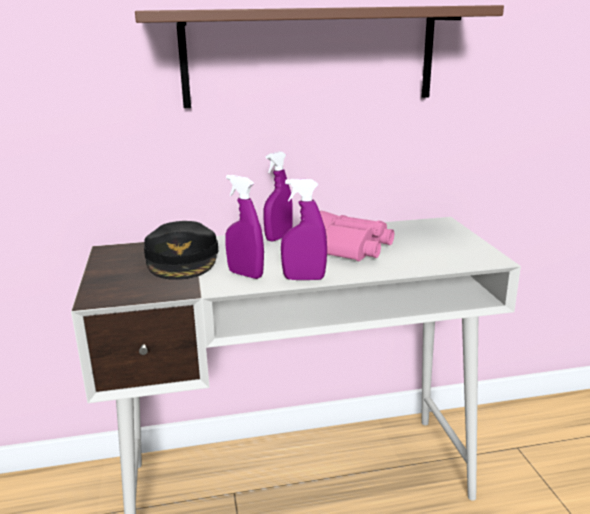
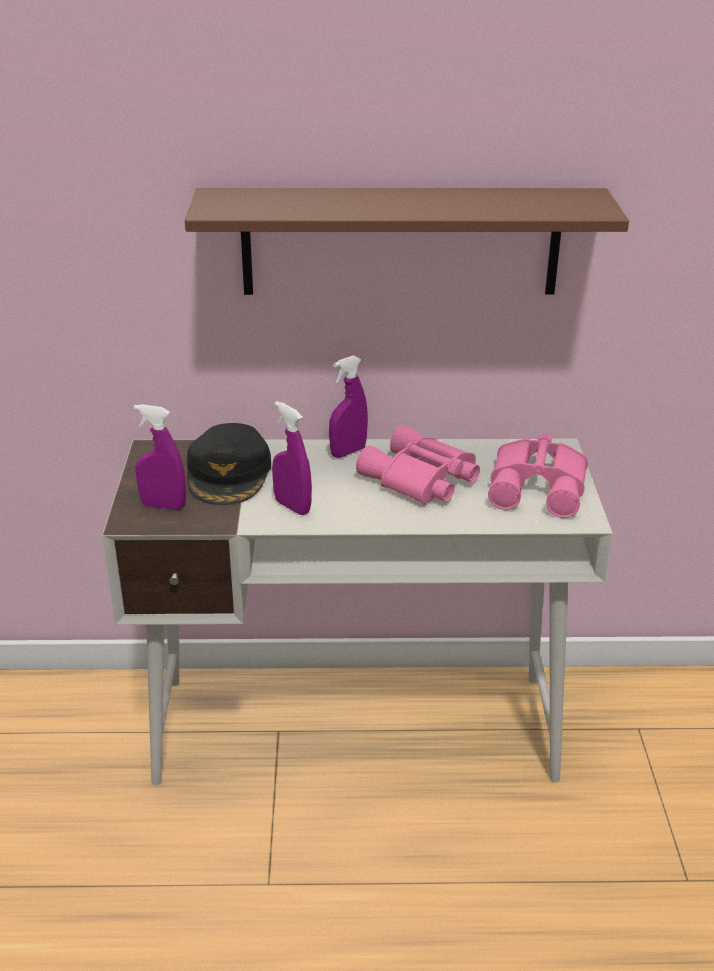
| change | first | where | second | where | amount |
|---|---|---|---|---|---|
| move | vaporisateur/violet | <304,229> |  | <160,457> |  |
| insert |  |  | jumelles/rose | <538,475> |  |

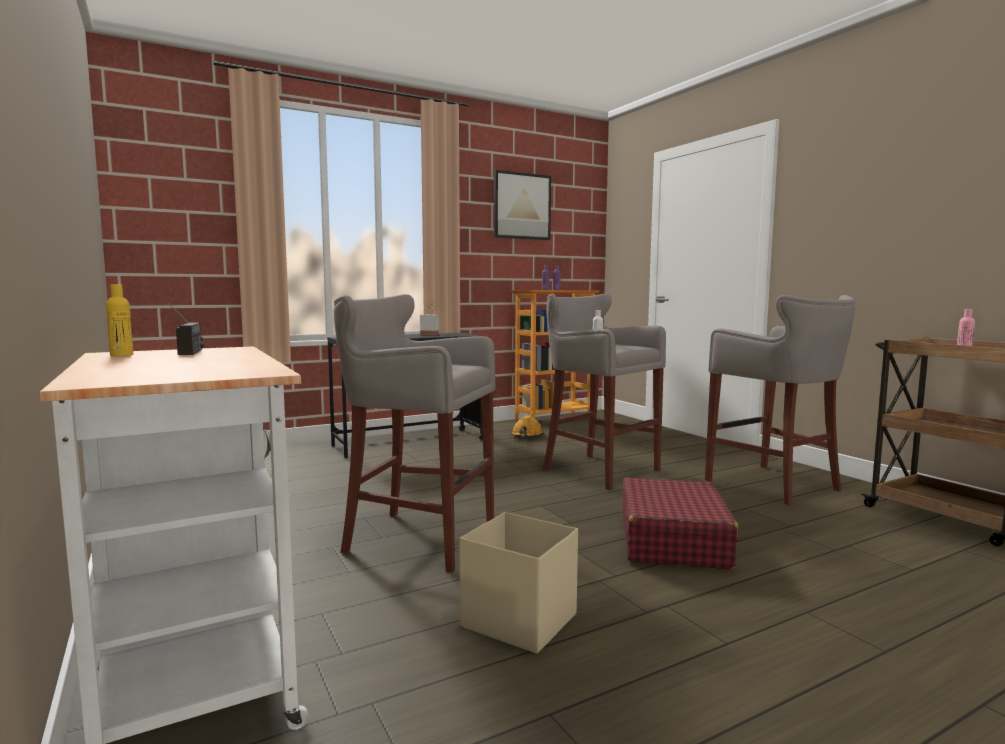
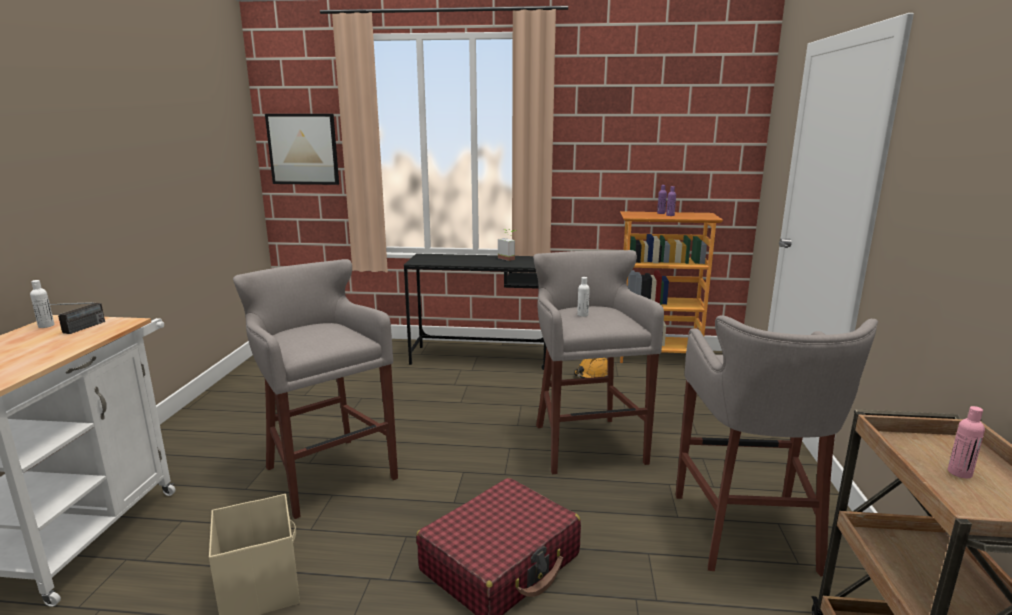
| change | first | where | second | where | amount |
|---|---|---|---|---|---|
| move | tableau | <522,205> |  | <302,149> |  |
| recolor | bouteille/jaune | <119,320> | bouteille/blanc | <42,304> |  |

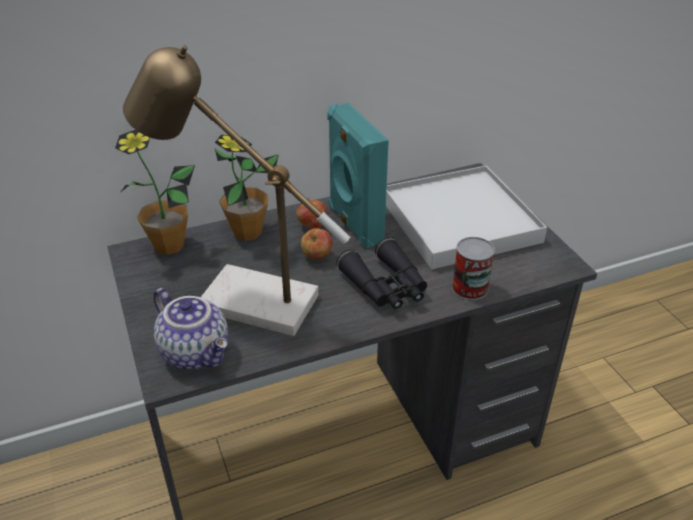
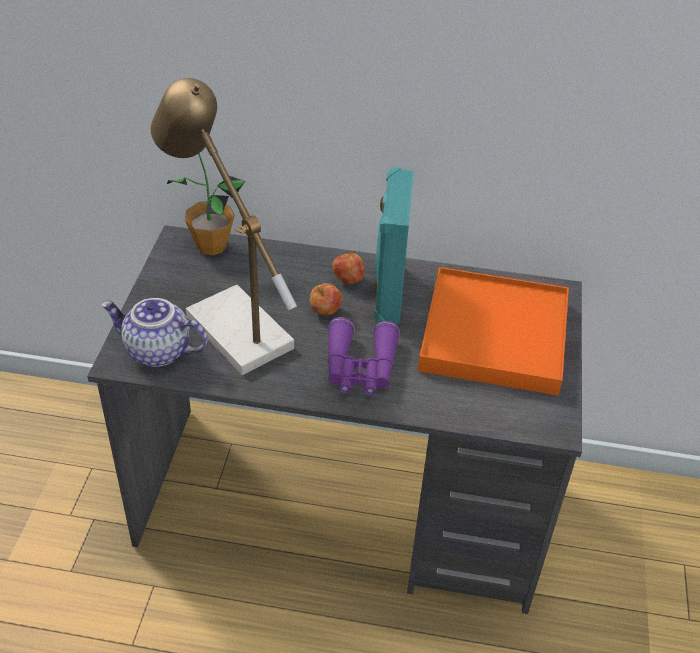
| change | first | where | second | where | amount |
|---|---|---|---|---|---|
| delete | plante en pot | <247,188> |  |  |  |
| recolor | plateau/blanc | <466,217> | plateau/orange | <493,331> |  |
| recolor | jumelles/noir | <381,273> | jumelles/violet | <364,356> |  |
| delete | boîte métallique | <473,268> |  |  |  |
| rotate | théière | <191,328> |  | <154,332> | 120 degrees clockwise |

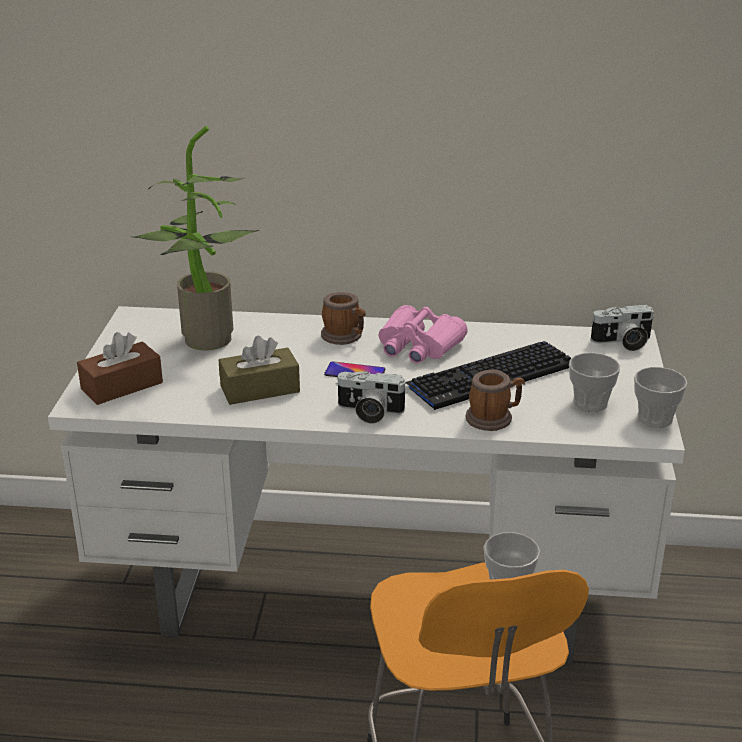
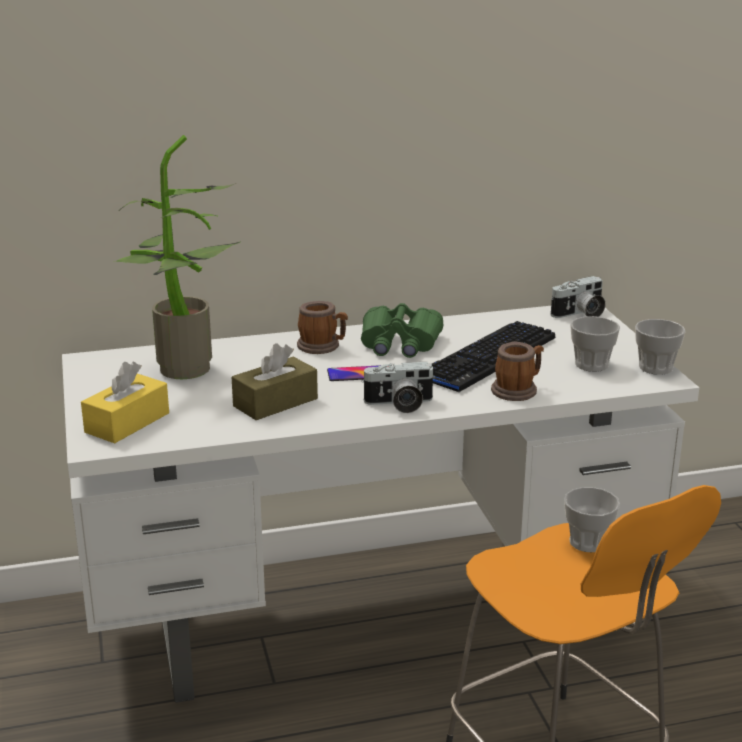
| change | first | where | second | where | amount |
|---|---|---|---|---|---|
| recolor | jumelles/rose | <423,334> | jumelles/vert | <402,330> |  |
| recolor | boîte à mouchoirs/marron | <120,368> | boîte à mouchoirs/jaune | <125,402> |  |

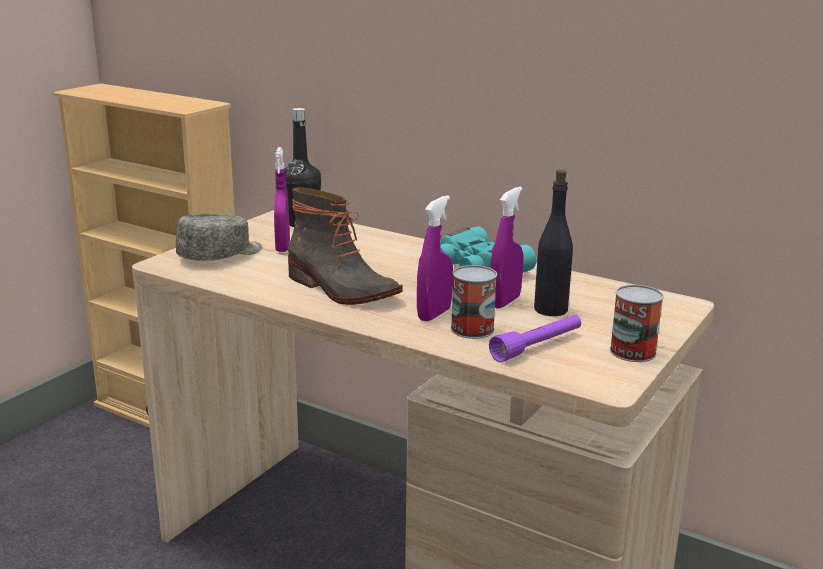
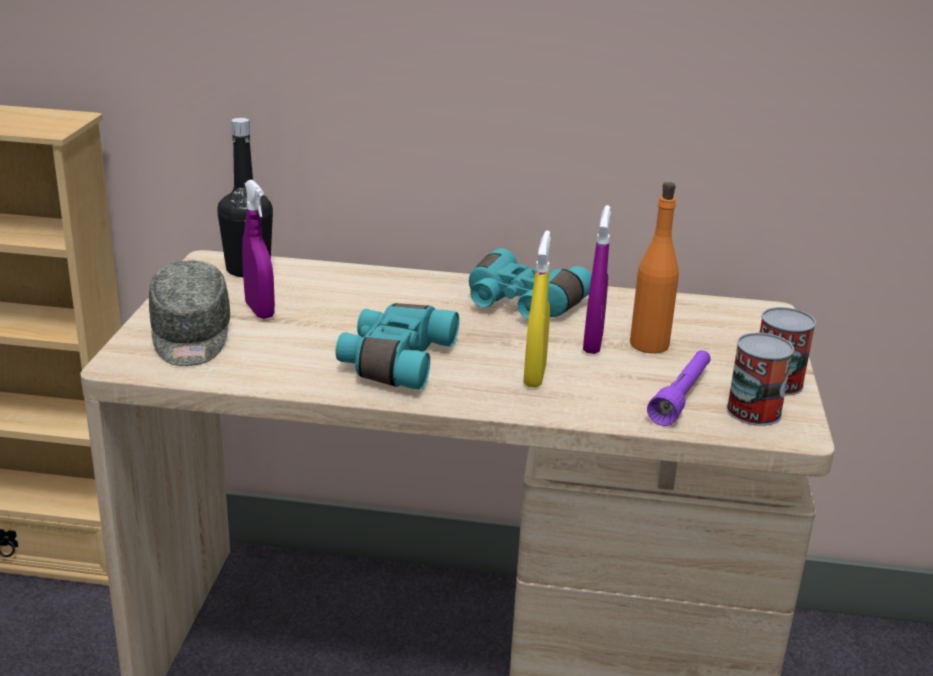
| change | first | where | second | where | amount |
|---|---|---|---|---|---|
| recolor | bouteille/noir | <553,242> | bouteille/orange | <654,267> |  |
| replace | botte | <345,246> | jumelles/turquoise | <397,346> |  |
| recolor | vaporisateur/violet | <435,258> | vaporisateur/jaune | <537,309> |  |
| rotate | casquette/gris | <219,237> |  | <189,313> | 150 degrees clockwise |
| move | boîte métallique | <474,302> |  | <760,379> |  |

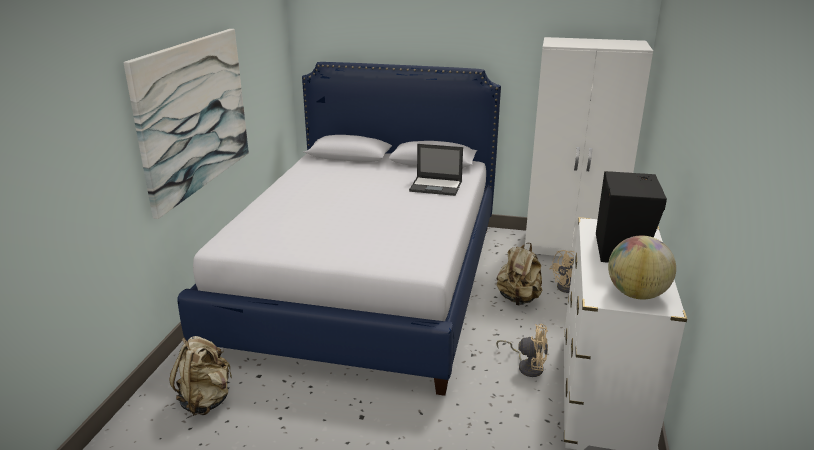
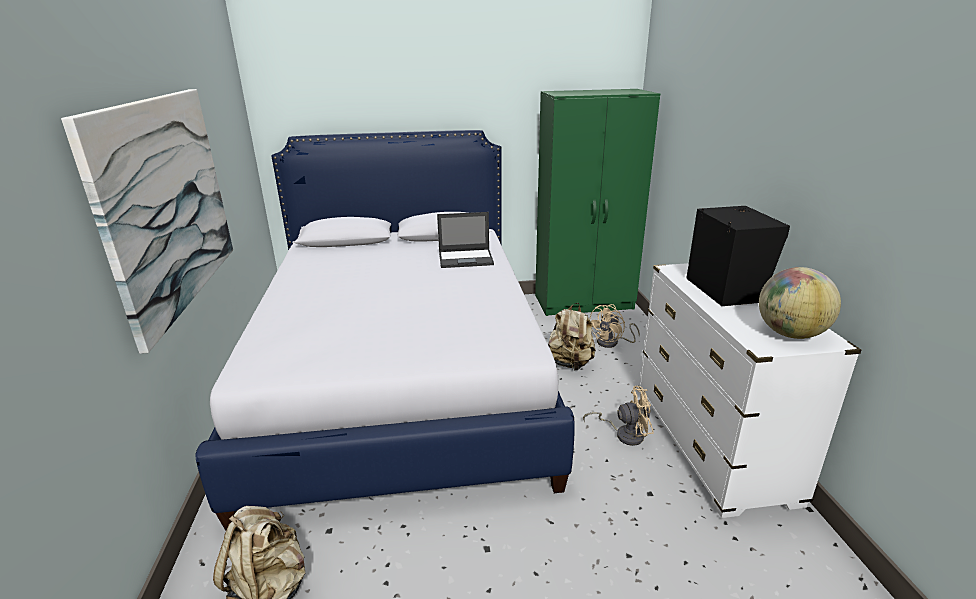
| change | first | where | second | where | amount |
|---|---|---|---|---|---|
| recolor | armoire/blanc | <589,147> | armoire/vert | <597,202> |  |

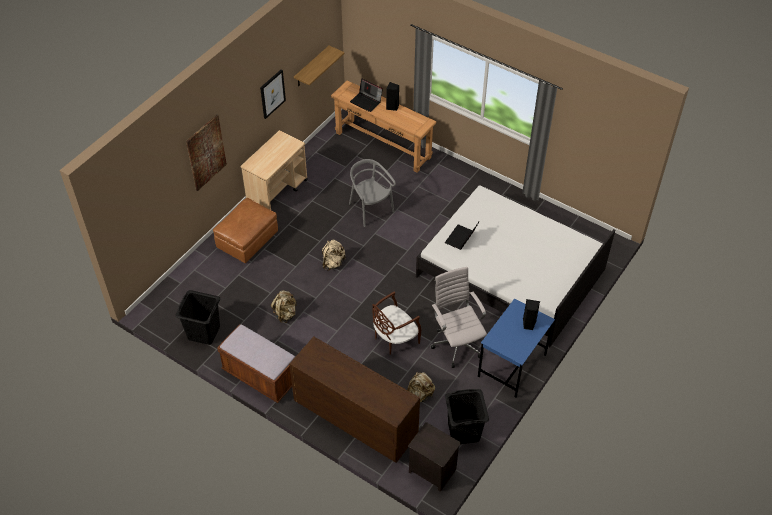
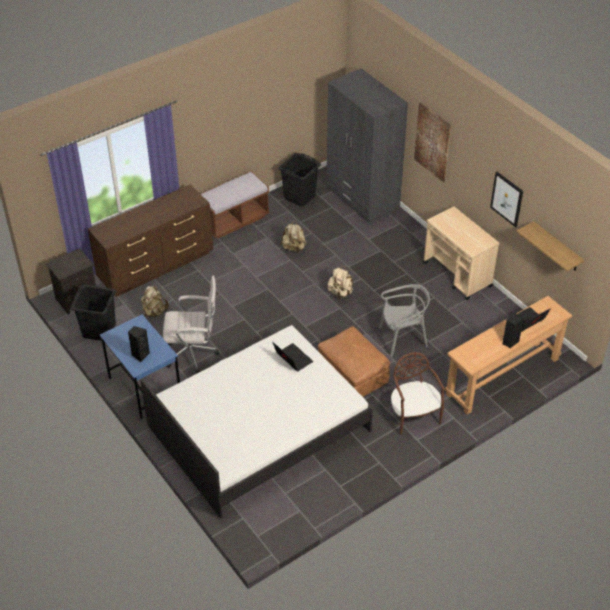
| change | first | where | second | where | amount |
|---|---|---|---|---|---|
| move | pouf/marron | <245,230> |  | <354,361> |  |
| move | chaise/marron | <396,323> |  | <418,393> |  |
| insert |  |  | armoire/gris | <367,146> |  |

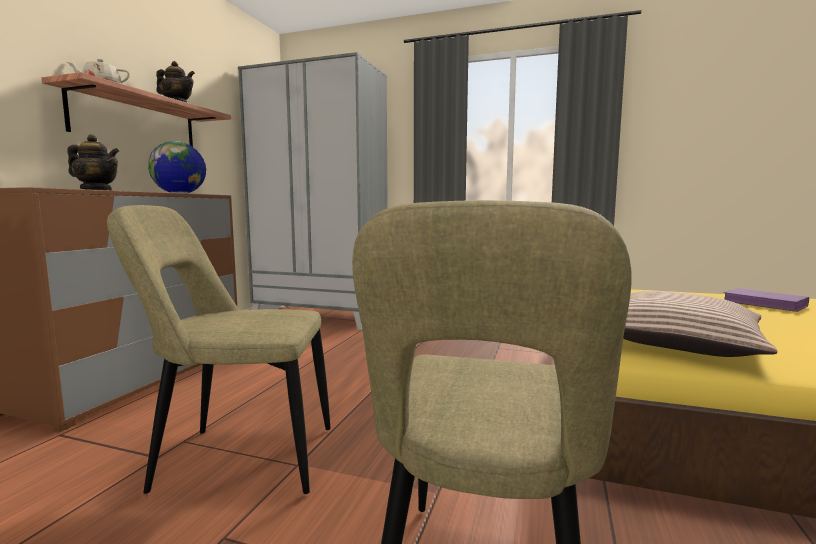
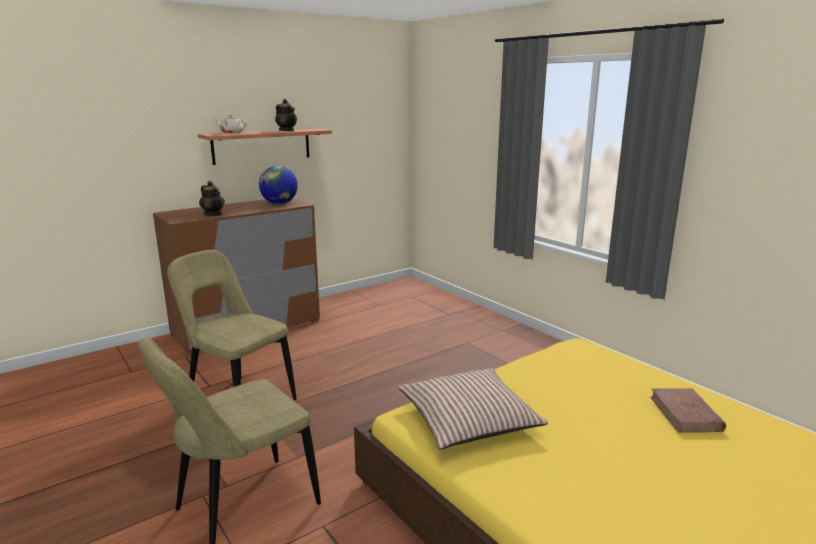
| change | first | where | second | where | amount |
|---|---|---|---|---|---|
| delete | armoire/gris | <313,191> |  |  |  |
| recolor | livre/violet | <766,300> | livre/marron | <688,411> |  |

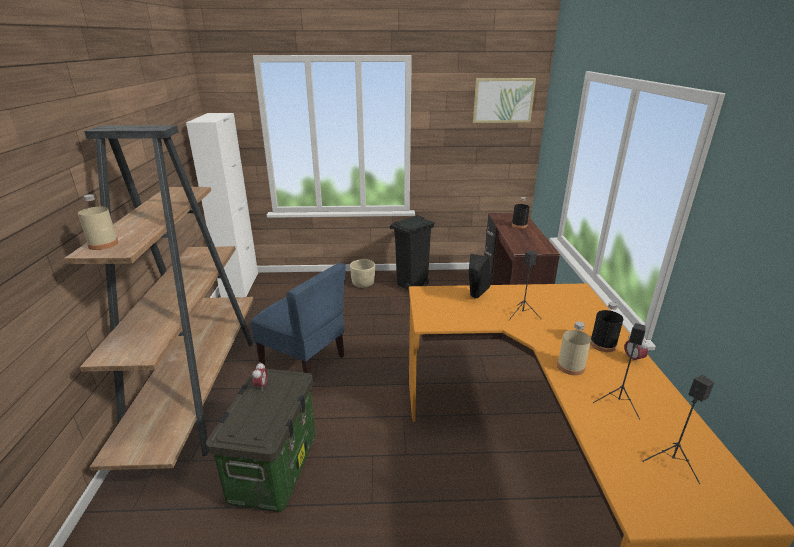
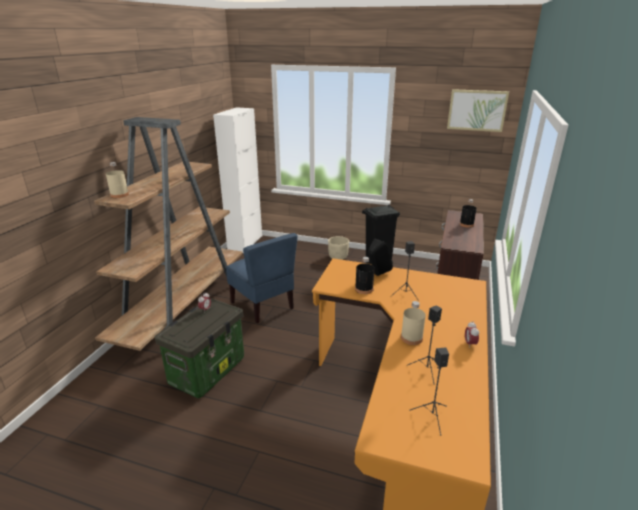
| change | first | where | second | where | amount |
|---|---|---|---|---|---|
| move | bouteille/noir | <607,327> |  | <364,275> |  |

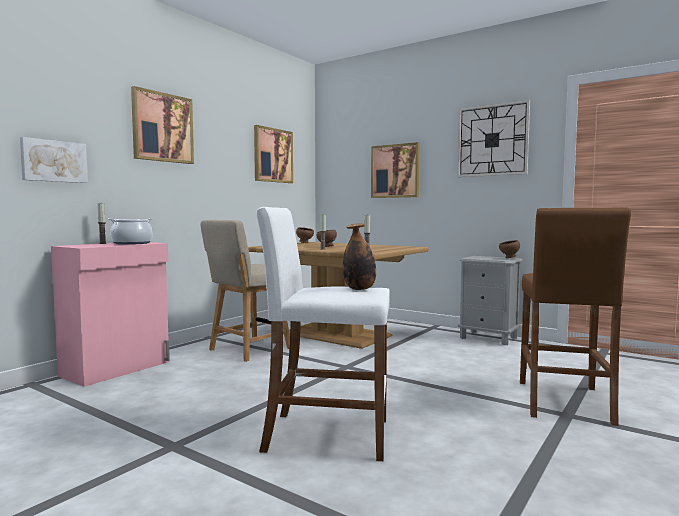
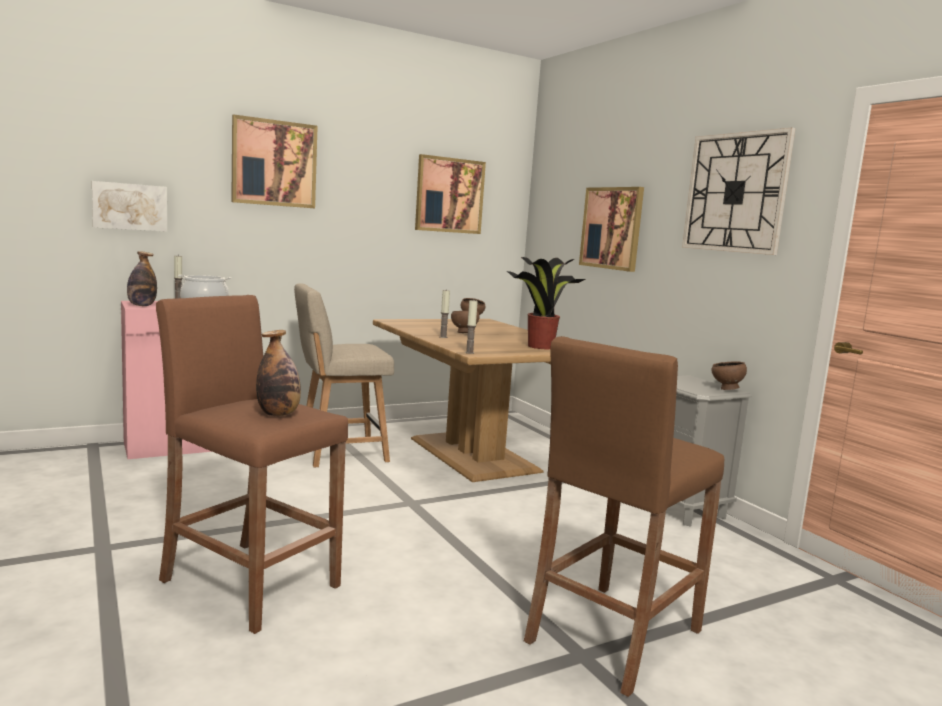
| change | first | where | second | where | amount |
|---|---|---|---|---|---|
| recolor | tabouret/blanc | <323,334> | tabouret/marron | <252,464> |  |
| insert |  |  | bouteille | <142,278> |  |
| insert |  |  | plante en pot | <546,303> |  |

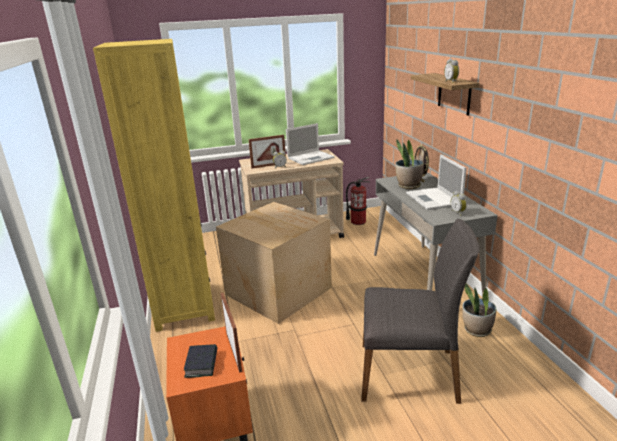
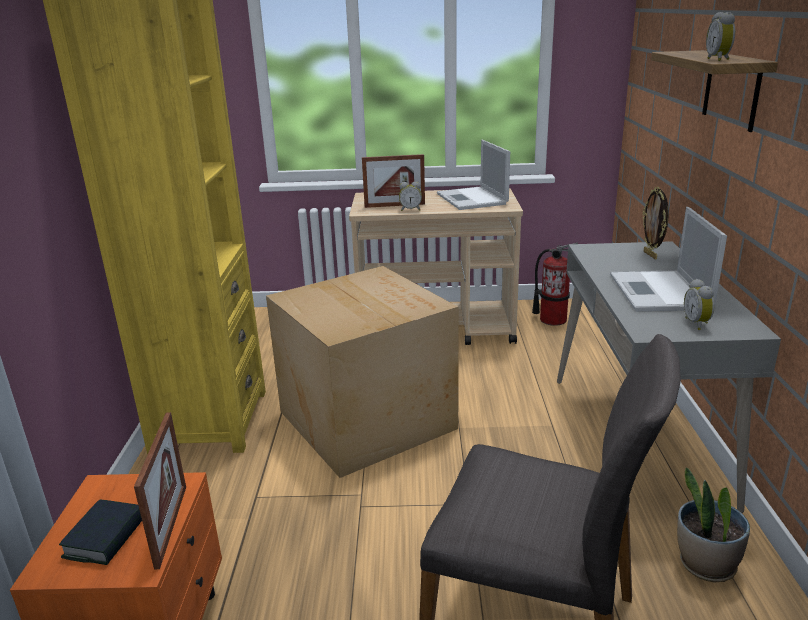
| change | first | where | second | where | amount |
|---|---|---|---|---|---|
| rotate | ordinateur portable | <310,144> |  | <473,175> | 90 degrees clockwise |
| delete | plante en pot | <409,164> |  |  |  |

